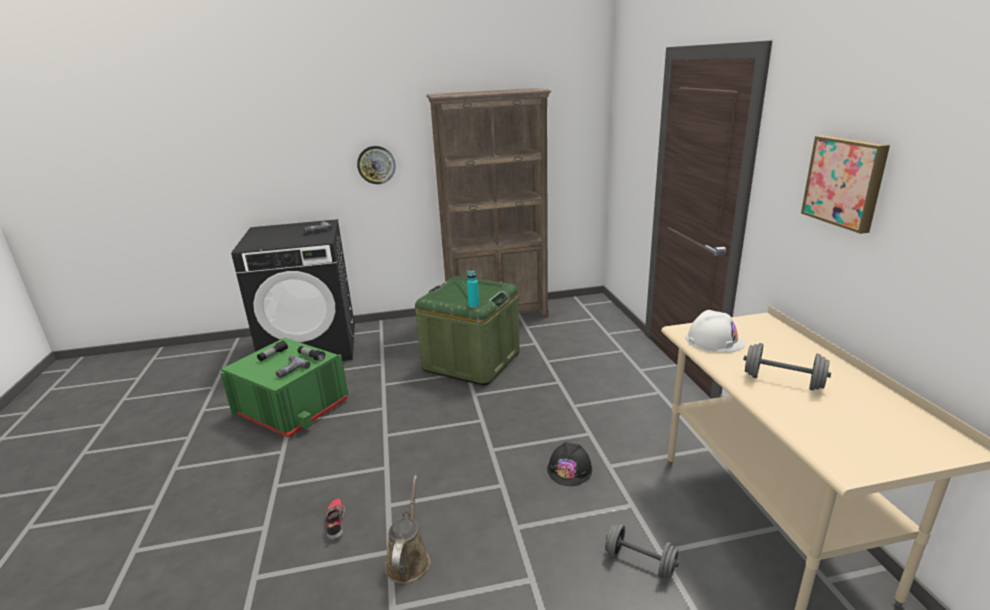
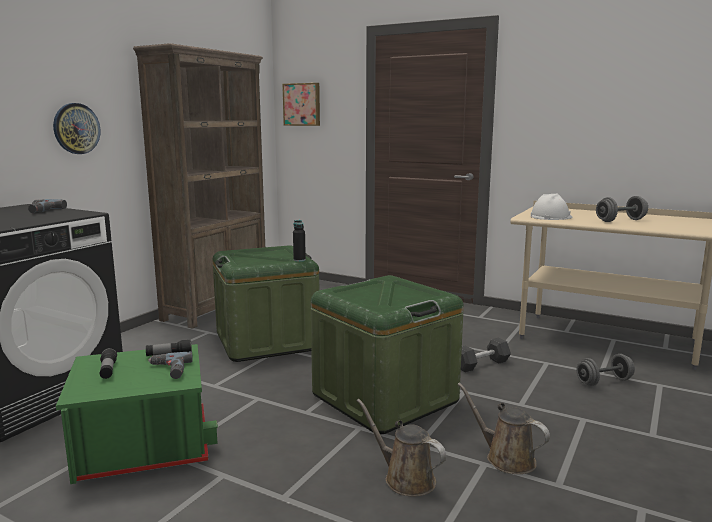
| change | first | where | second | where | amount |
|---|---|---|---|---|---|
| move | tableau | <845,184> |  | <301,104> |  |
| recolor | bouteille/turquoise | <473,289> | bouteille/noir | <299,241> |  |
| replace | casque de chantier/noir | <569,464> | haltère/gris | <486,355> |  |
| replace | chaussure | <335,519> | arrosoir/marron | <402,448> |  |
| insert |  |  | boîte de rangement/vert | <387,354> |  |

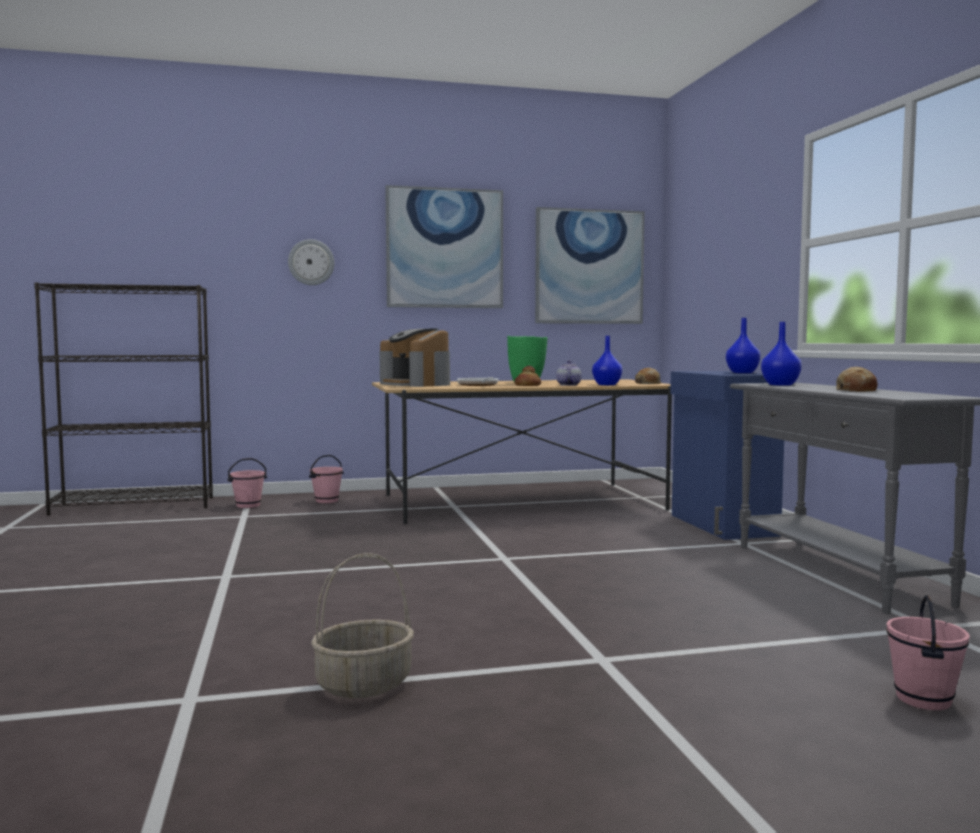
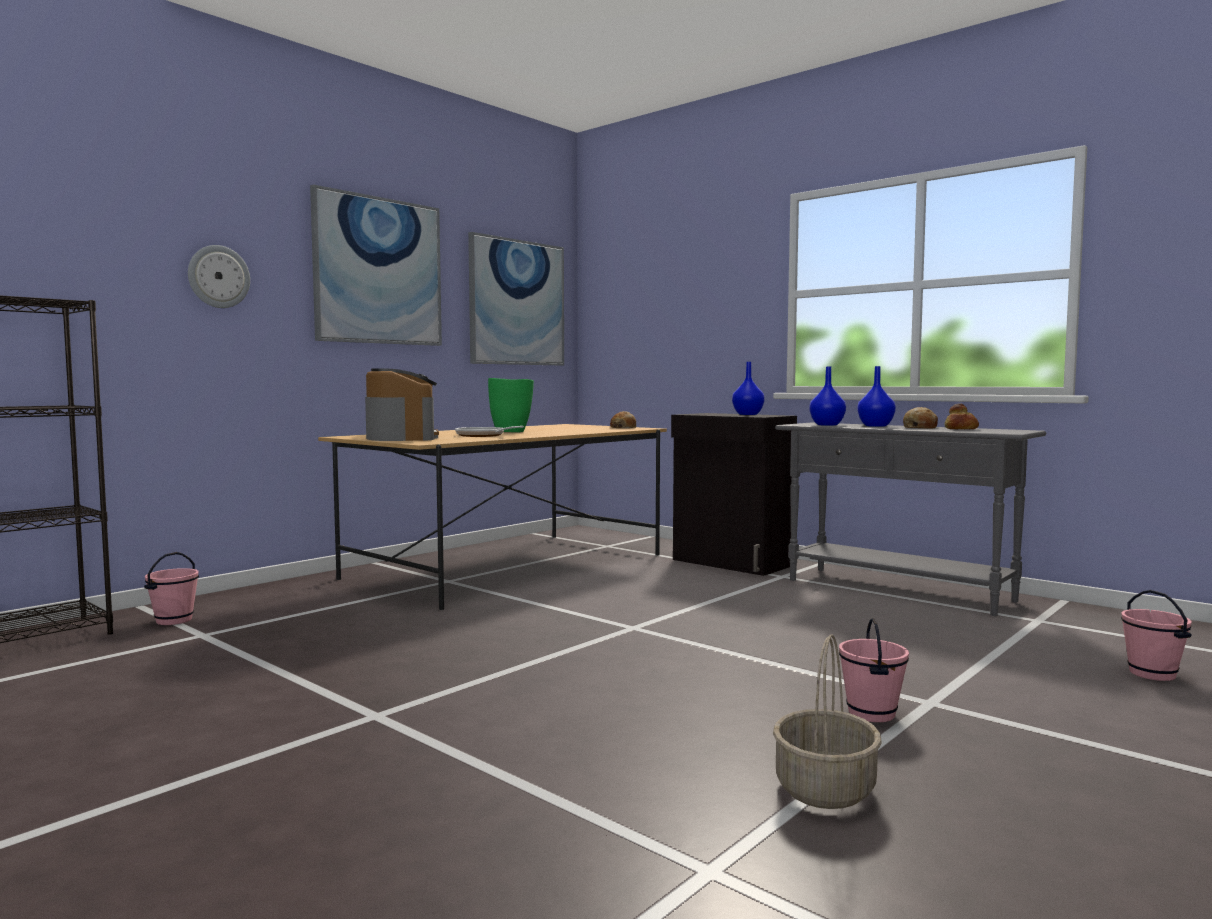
| change | first | where | second | where | amount |
|---|---|---|---|---|---|
| rotate | machine à café | <415,357> |  | <402,404> | 120 degrees counterclockwise |
| move | vase/bleu | <607,360> |  | <876,396> |  |
| delete | théière | <569,373> |  |  |  |
| move | pain | <527,376> |  | <962,416> |  |
| recolor | meuble de rangement/bleu | <727,455> | meuble de rangement/noir | <734,494> |  |
| move | seau/rose | <326,479> |  | <874,670> |  |

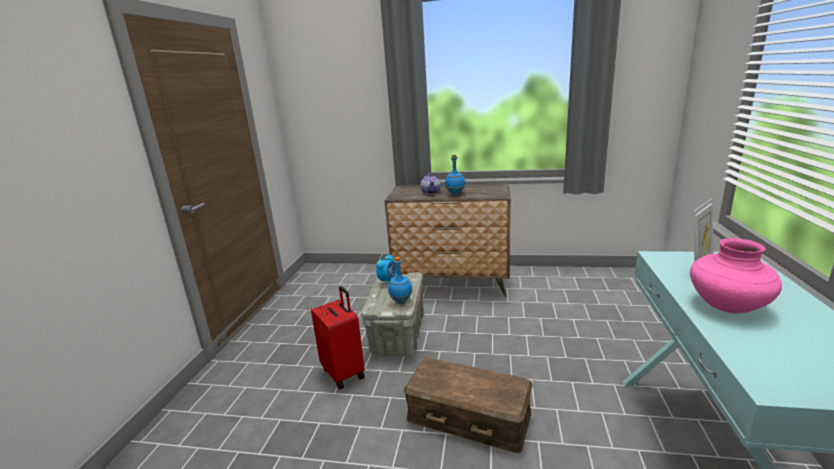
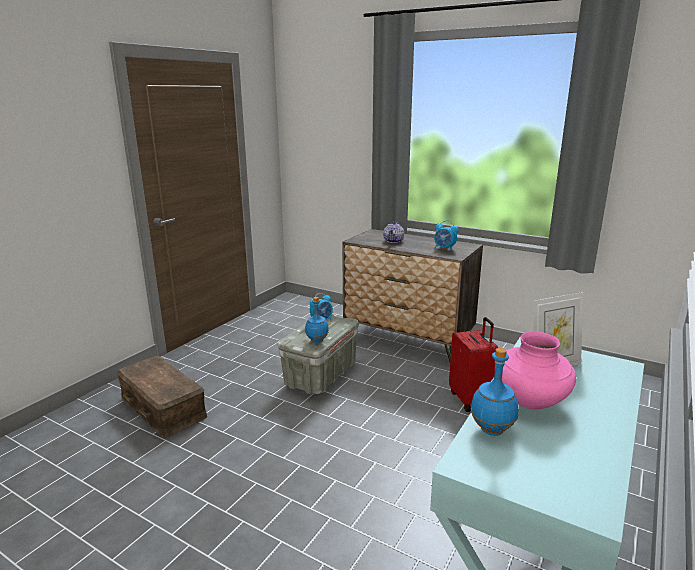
| change | first | where | second | where | amount |
|---|---|---|---|---|---|
| move | bouteille/bleu | <455,175> |  | <495,392> |  |
| move | valise/rouge | <338,337> |  | <473,364> |  |
| move | boîte de rangement/marron | <468,405> |  | <162,396> |  |
| insert |  |  | réveil | <446,235> |  |

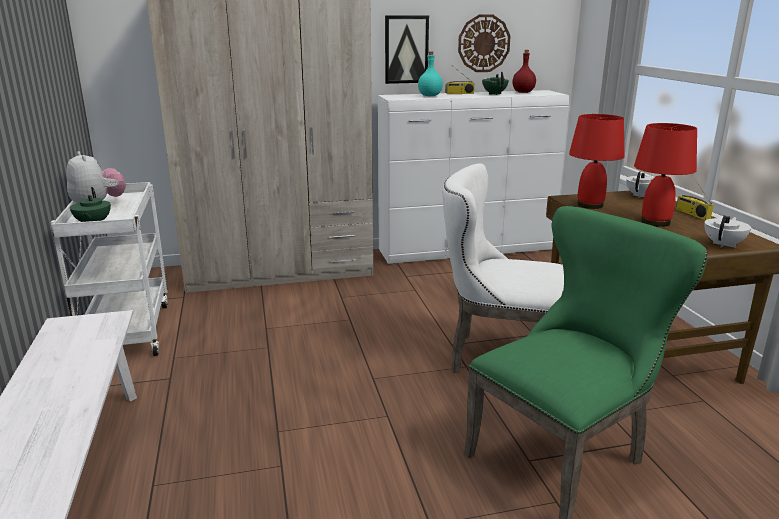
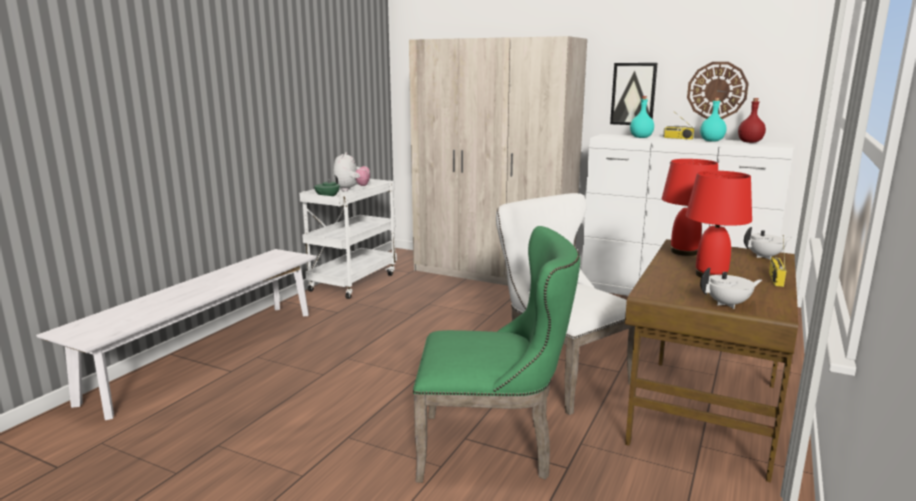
| change | first | where | second | where | amount |
|---|---|---|---|---|---|
| replace | théière/vert | <495,83> | bouteille/turquoise | <713,119> |  |

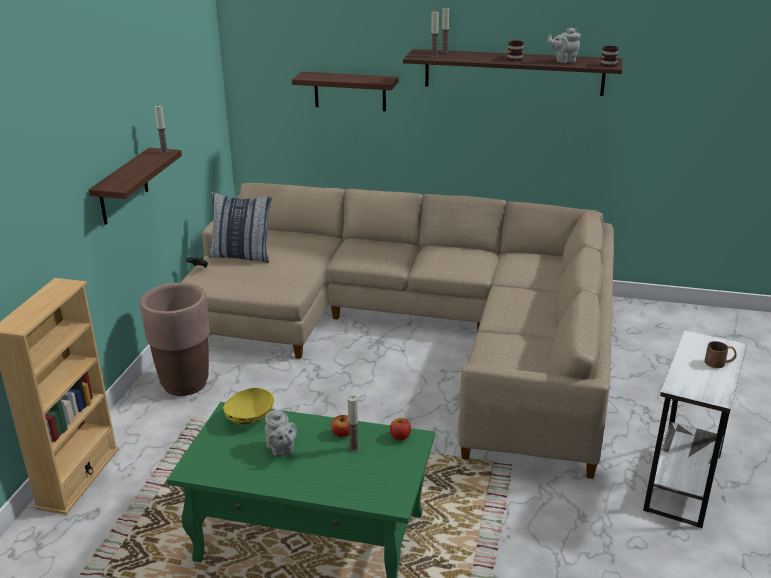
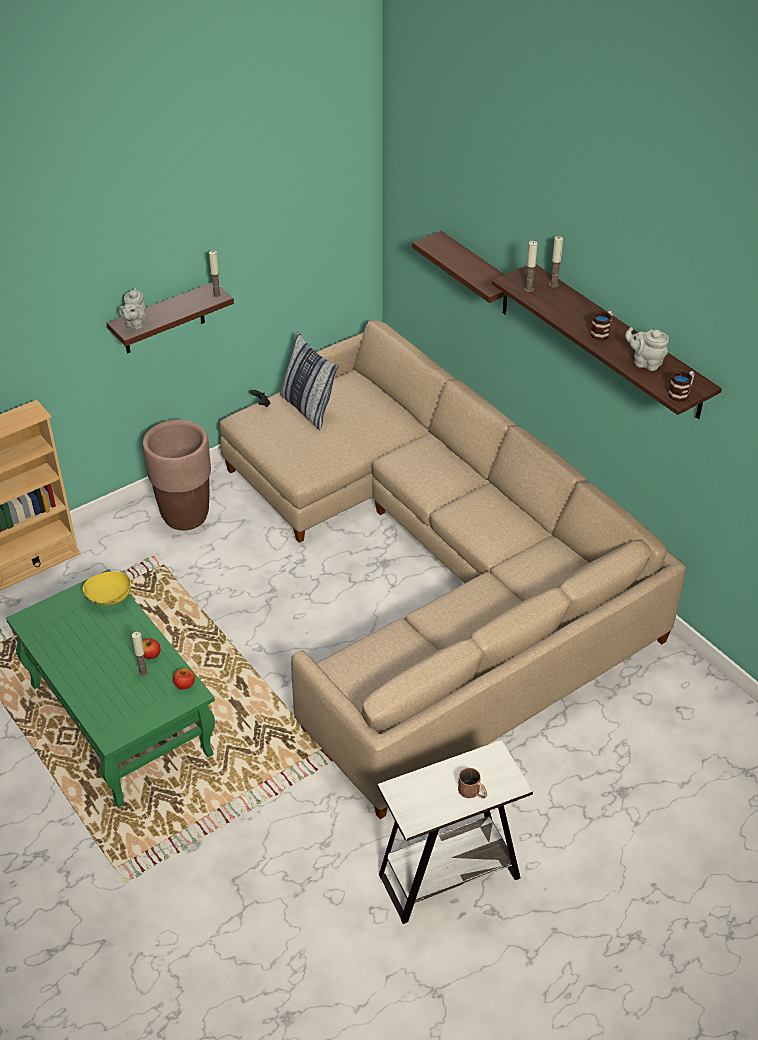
| change | first | where | second | where | amount |
|---|---|---|---|---|---|
| move | théière/gris | <281,432> |  | <132,309> |  |

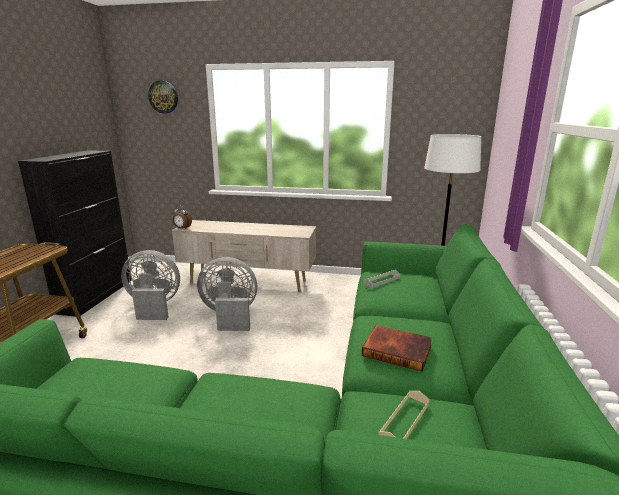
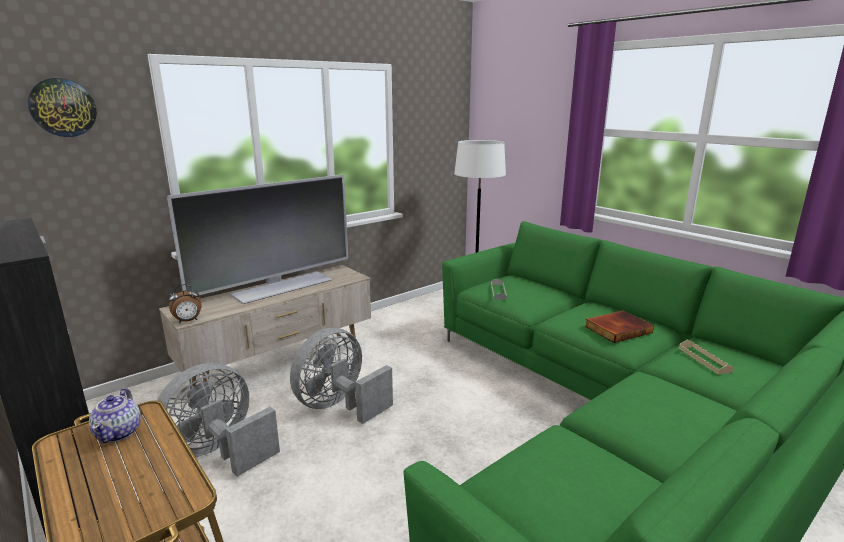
| change | first | where | second | where | amount |
|---|---|---|---|---|---|
| insert |  |  | téléviseur | <257,239> |  |
| insert |  |  | théière | <115,415> |  |

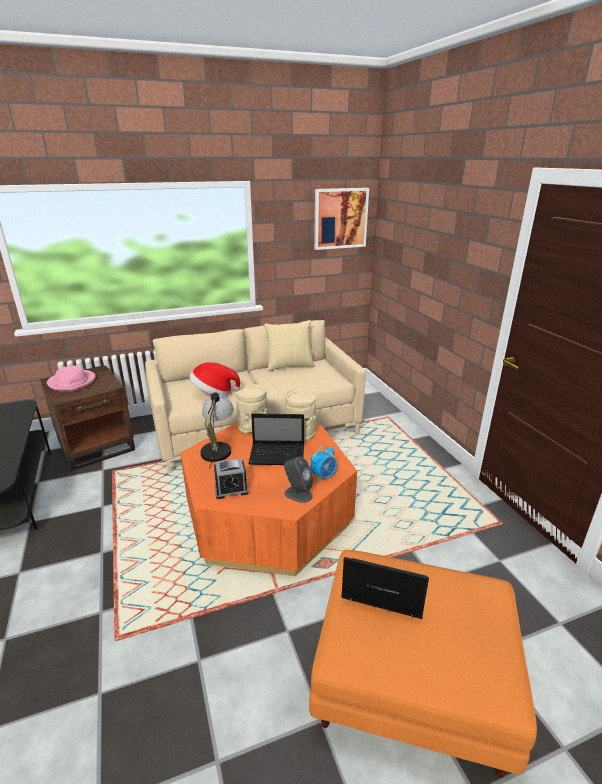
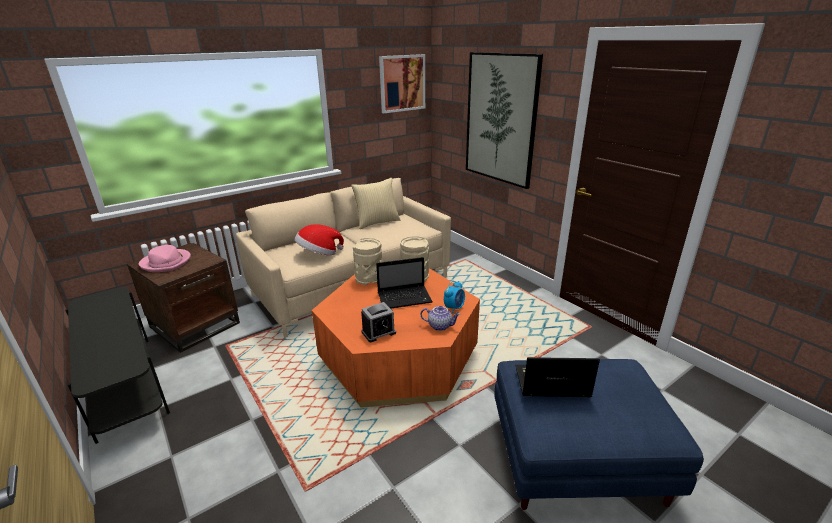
| change | first | where | second | where | amount |
|---|---|---|---|---|---|
| delete | lampe de table | <216,430> |  |  |  |
| replace | enceinte/gris | <298,480> | théière | <440,318> |  |
| recolor | pouf/orange | <423,664> | pouf/bleu | <599,434> |  |
| insert |  |  | tableau | <504,120> |  |

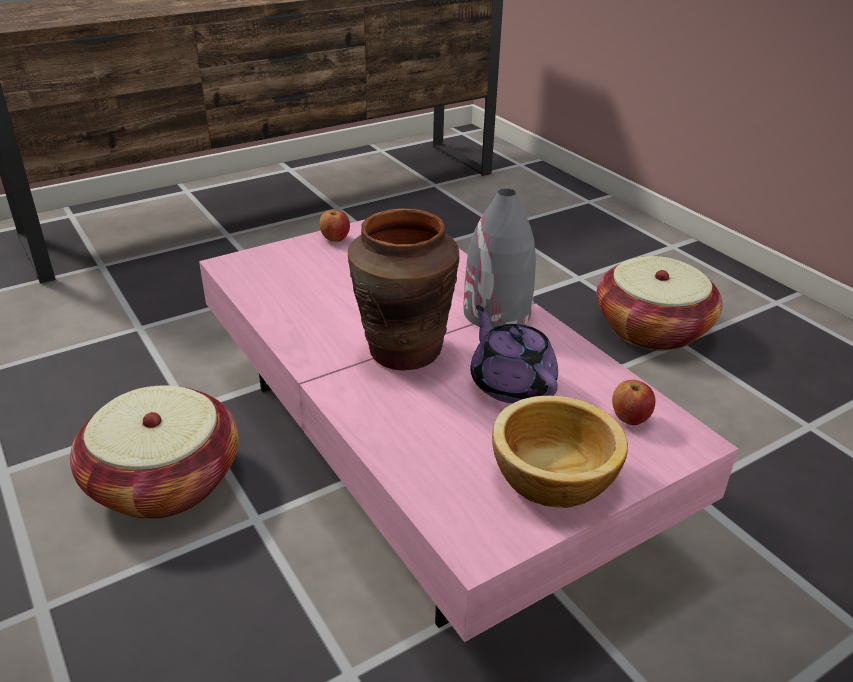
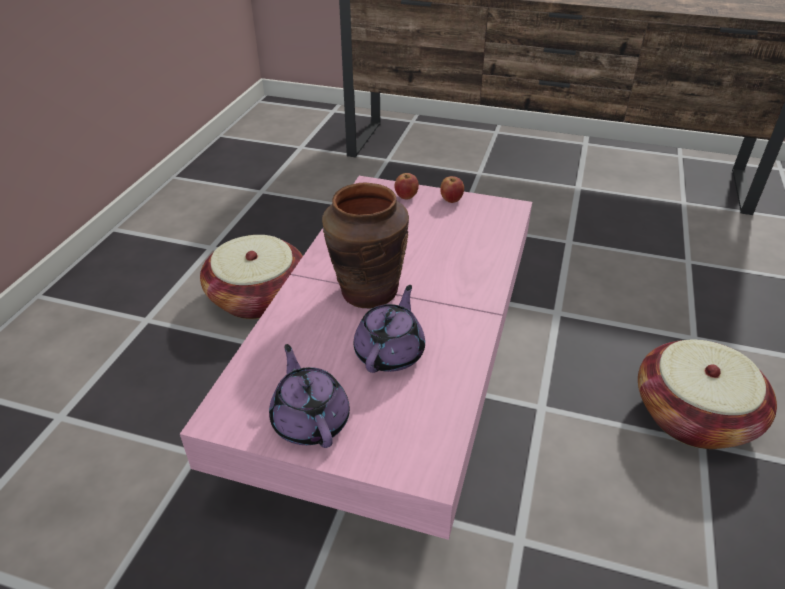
| change | first | where | second | where | amount |
|---|---|---|---|---|---|
| delete | vase/gris | <500,258> |  |  |  |
| move | pomme | <634,402> |  | <406,186> |  |
| replace | bol | <560,452> | théière/violet | <309,396> |  |

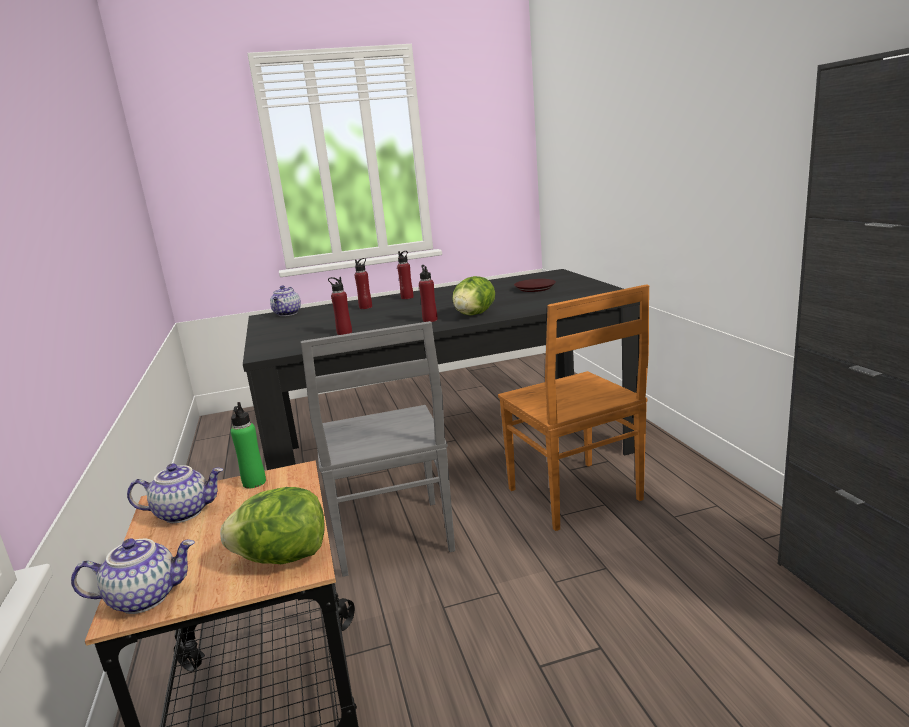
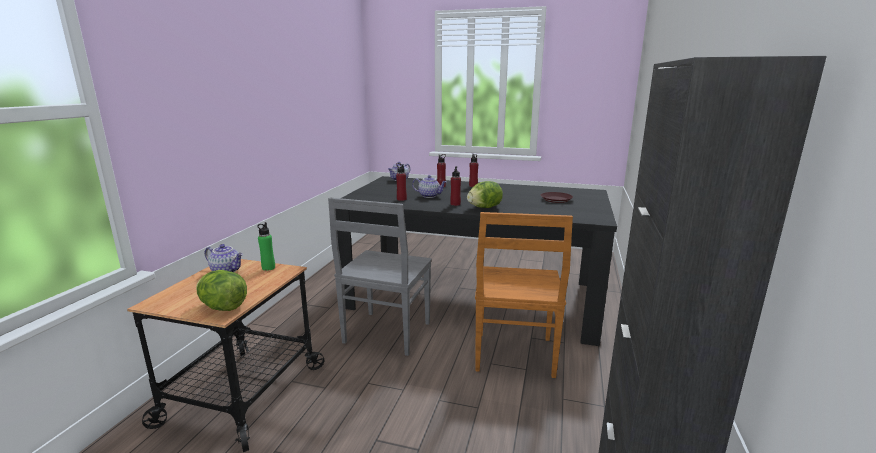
| change | first | where | second | where | amount |
|---|---|---|---|---|---|
| move | théière | <133,576> |  | <429,186> |  |

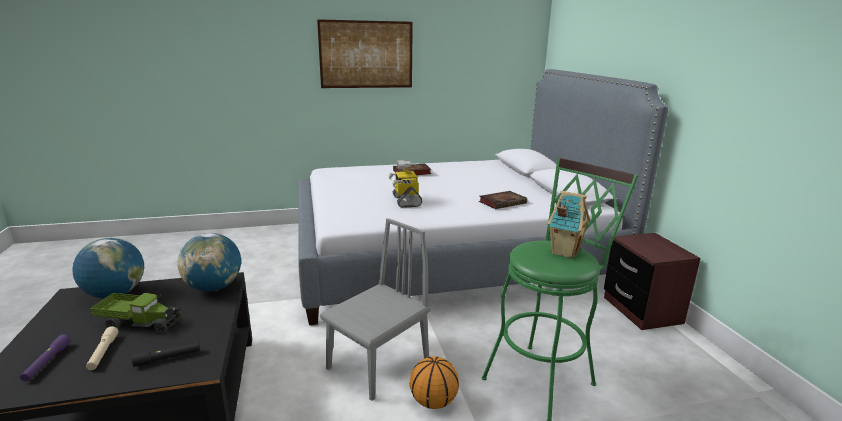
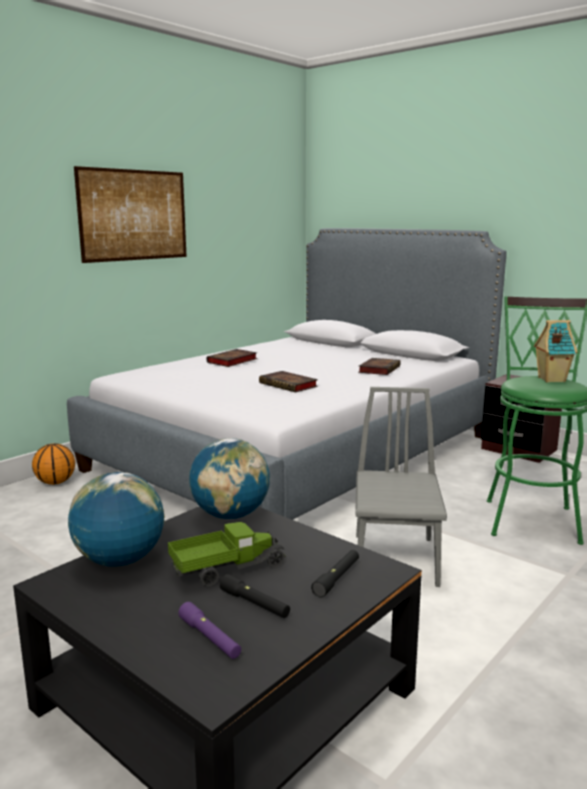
| change | first | where | second | where | amount |
|---|---|---|---|---|---|
| replace | robot jouet | <405,184> | livre | <288,381> |  |
| recolor | lampe de poche/beige | <102,348> | lampe de poche/noir | <255,596> |  |
| move | ballon de basket | <434,382> |  | <53,464> |  |

